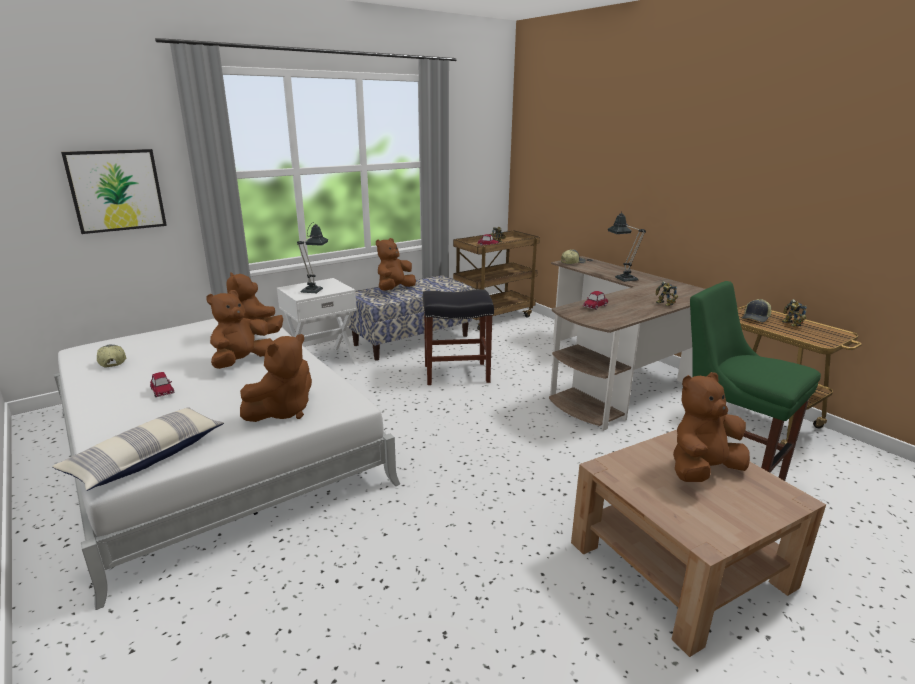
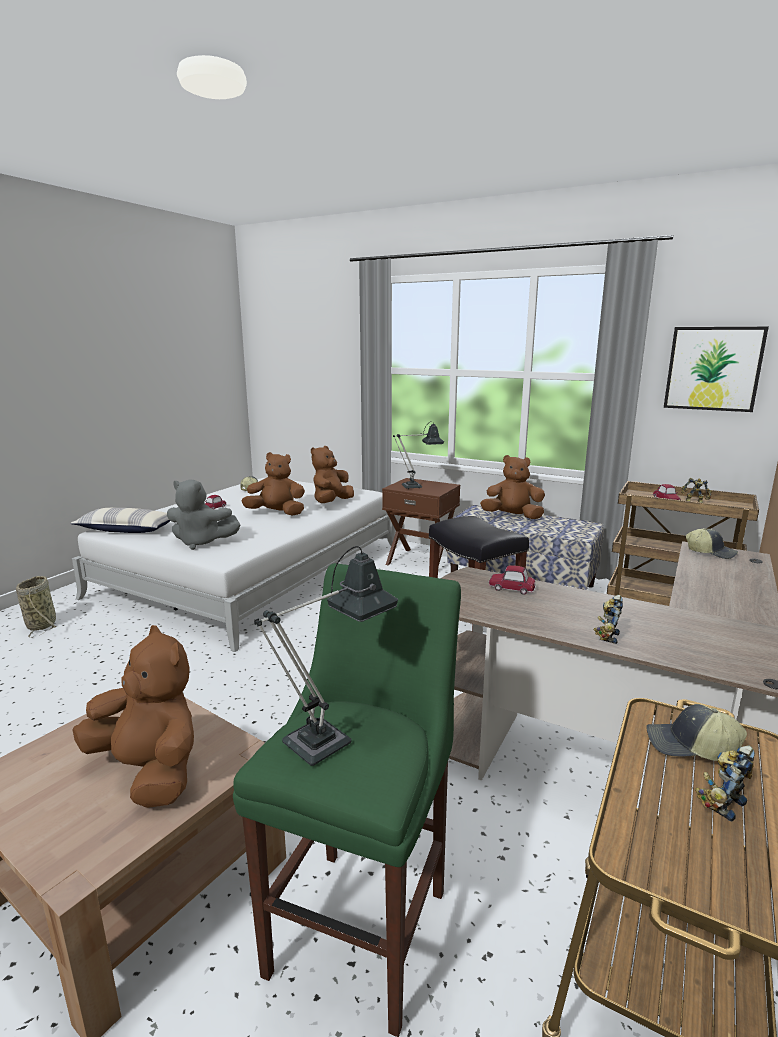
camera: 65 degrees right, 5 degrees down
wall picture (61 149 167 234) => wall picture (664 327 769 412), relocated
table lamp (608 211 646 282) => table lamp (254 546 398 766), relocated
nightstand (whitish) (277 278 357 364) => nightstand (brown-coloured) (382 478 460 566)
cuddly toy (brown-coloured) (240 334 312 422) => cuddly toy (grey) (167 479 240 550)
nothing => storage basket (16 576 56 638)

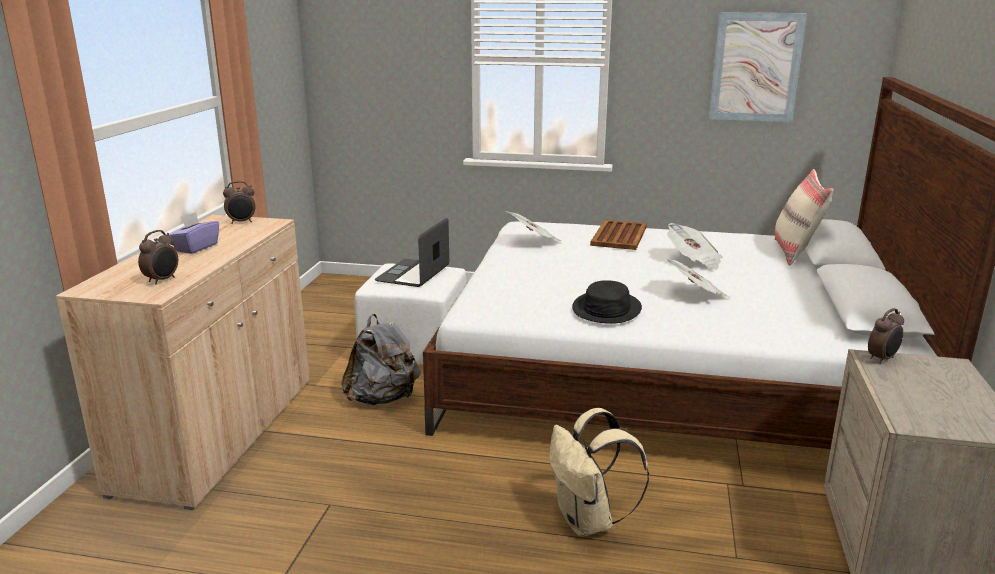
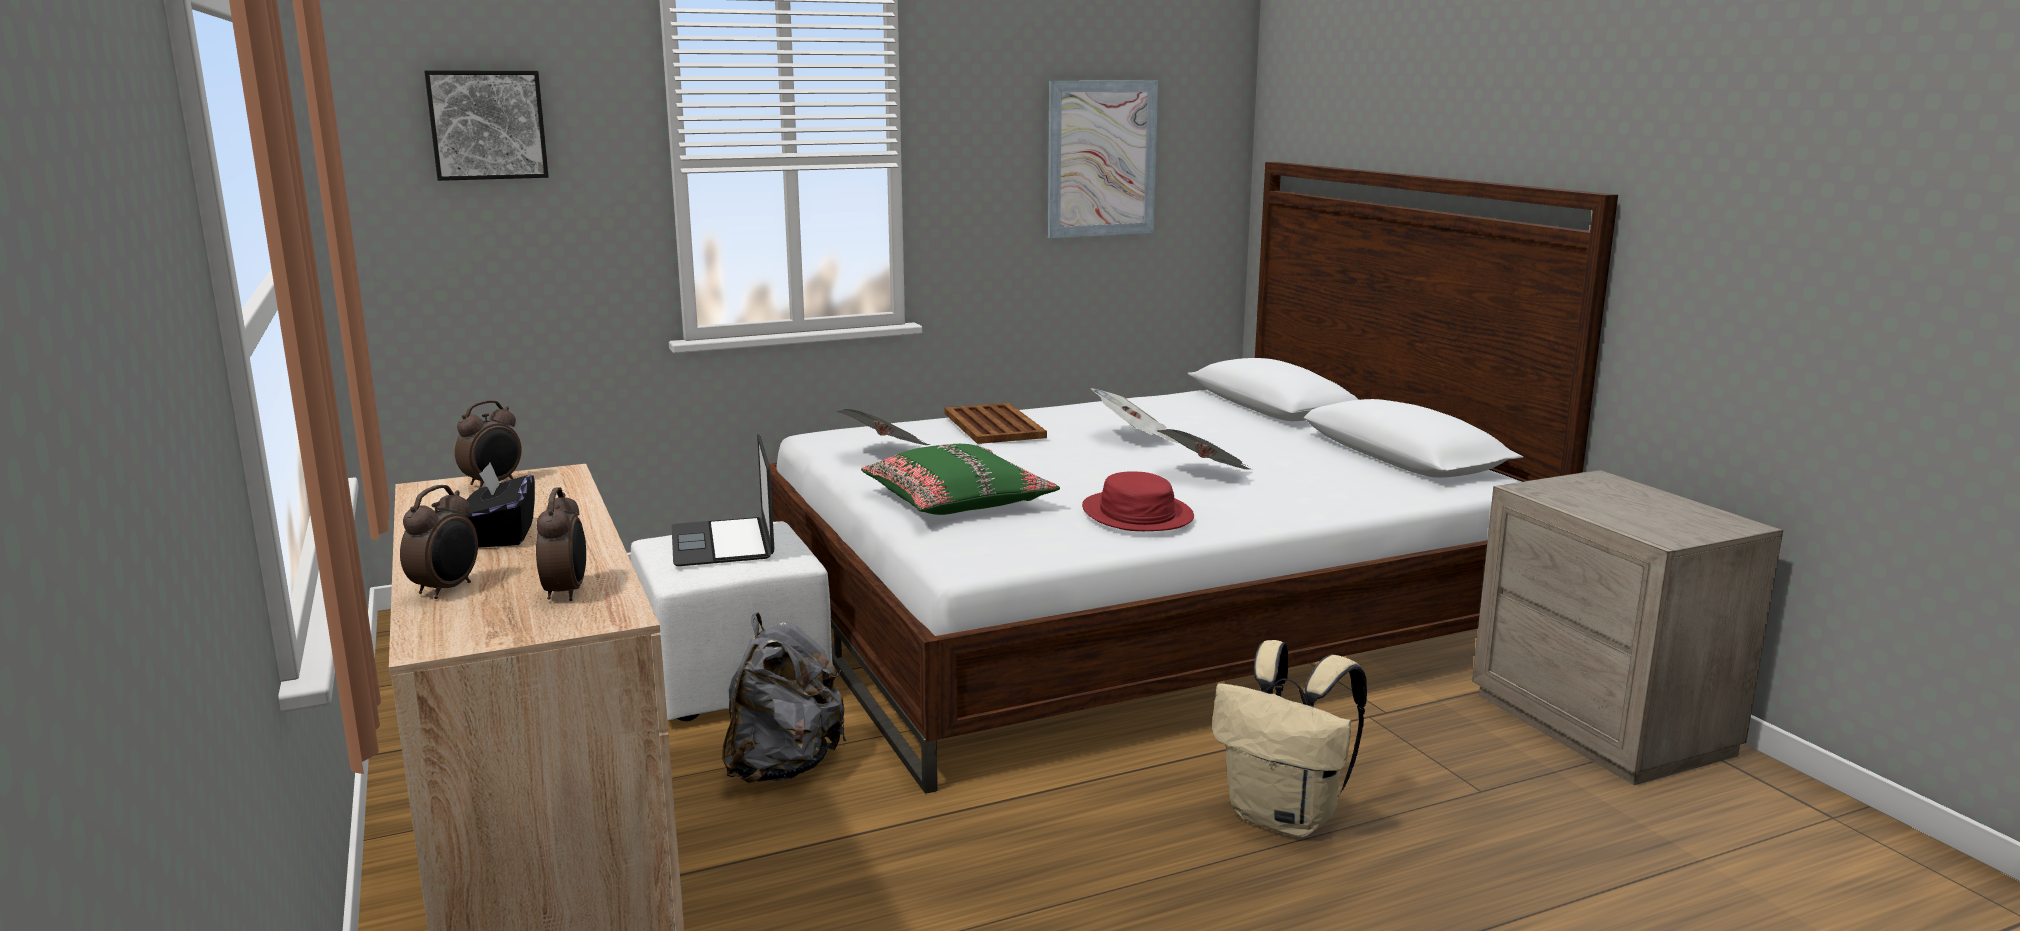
camera: 35 degrees left, 5 degrees down
pillow (beige) (775 169 834 266) => nothing
tissue holder (purple-coloured) (169 212 219 254) => tissue holder (black) (464 462 535 548)
wearable hat (black) (572 280 642 324) => wearable hat (red) (1082 472 1194 531)
alarm clock (868 308 904 364) => alarm clock (400 485 478 599), relocated
nothing => wall picture (424 71 549 181)
nothing => pillow (greenish) (861 444 1060 515)

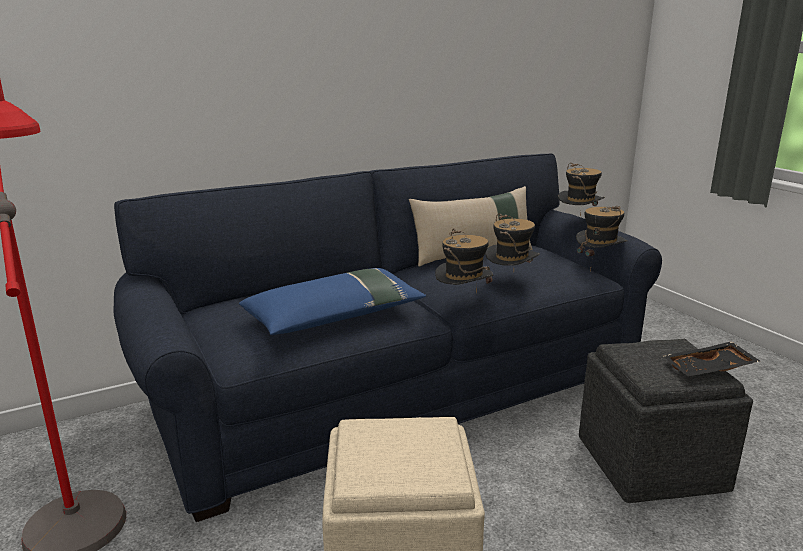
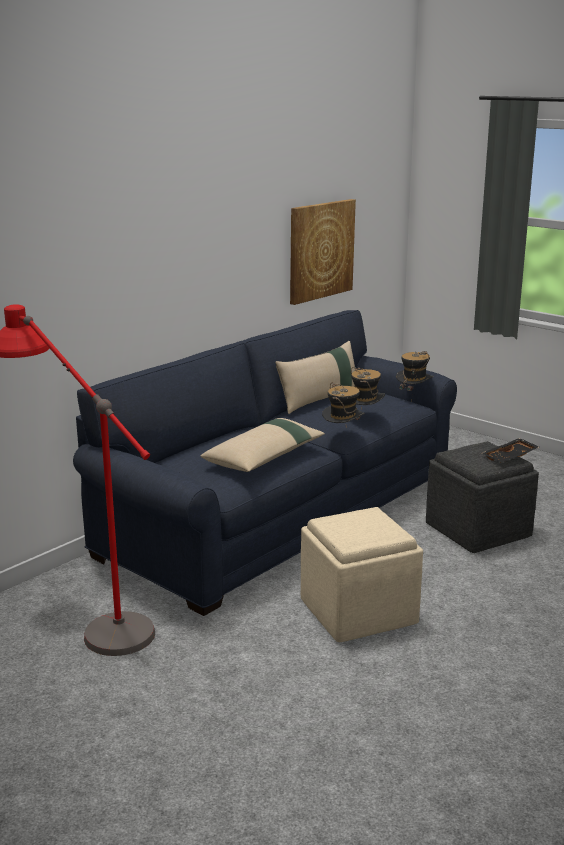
camera: 20 degrees left, 0 degrees up
wearable hat (558 163 605 216) => nothing
pillow (blue-coloured) (239 268 426 335) => pillow (beige) (201 418 325 472)
nothing => wall picture (290 199 356 305)

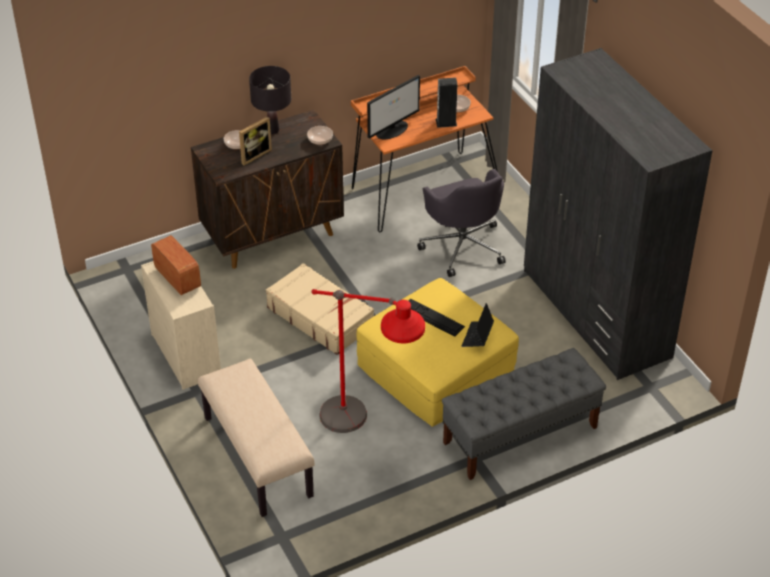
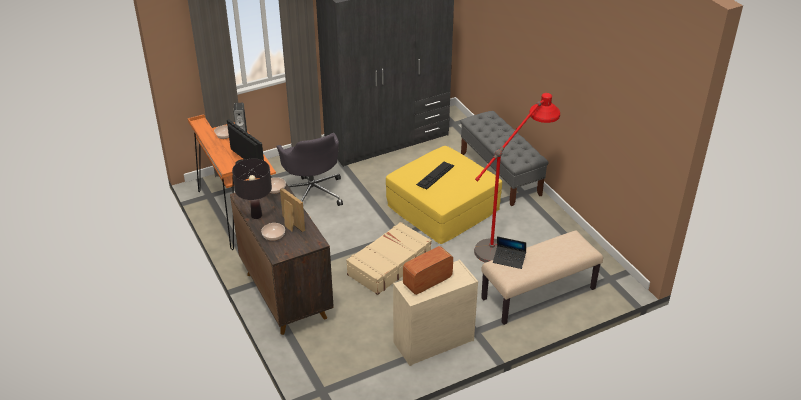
camera: 90 degrees left, 5 degrees down
office chair (grey) (417 169 506 277) => office chair (grey) (276 133 343 206), 90 degrees clockwise
notebook computer (461 303 494 347) => notebook computer (493 236 526 269), relocated

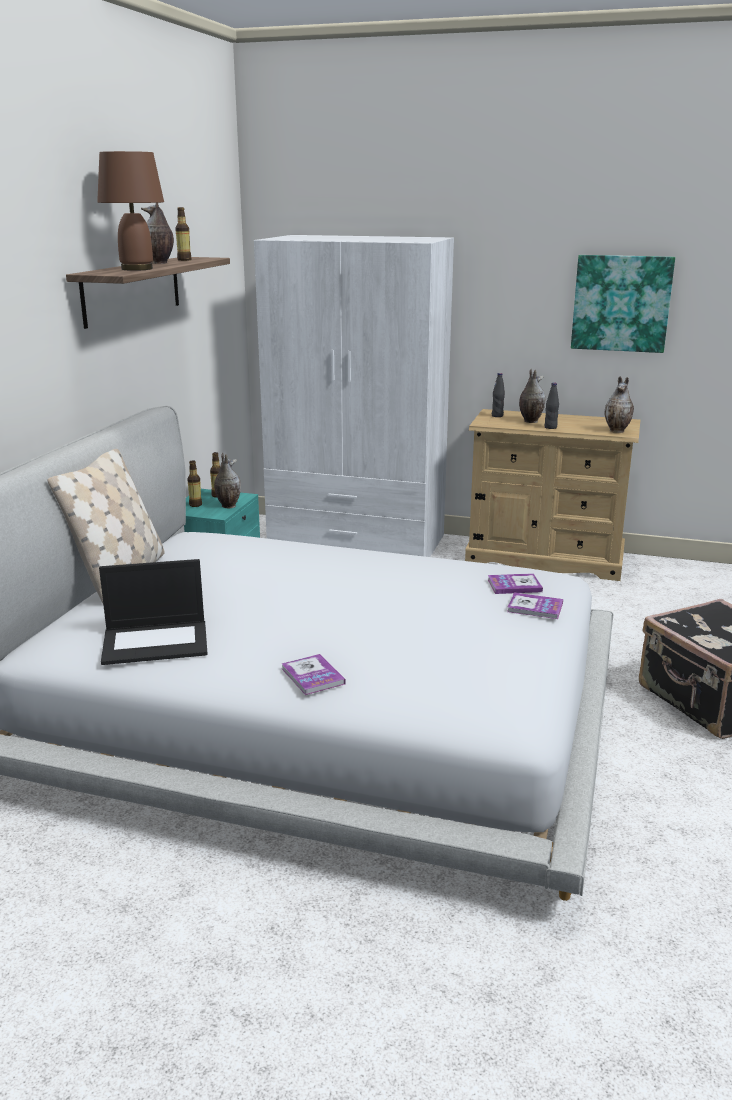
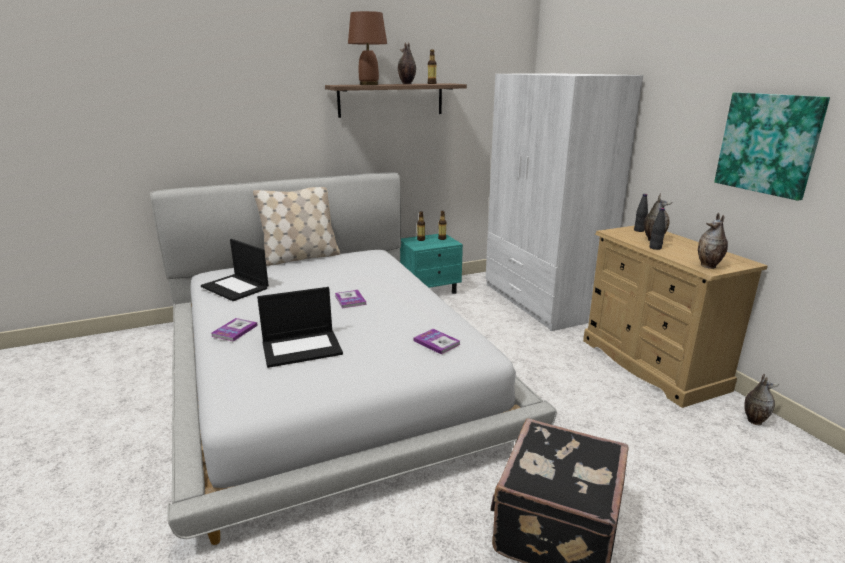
camera: 50 degrees right, 0 degrees up
decorative vase (214 453 241 508) => decorative vase (744 374 779 425), relocated
volume (507 593 563 619) => volume (335 290 366 308), relocated
nothing => notebook computer (257 287 343 368)

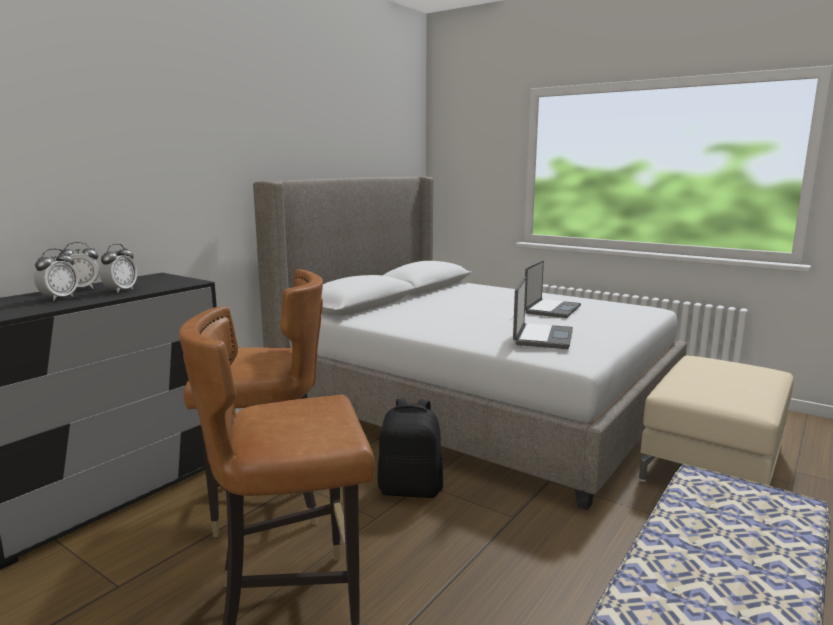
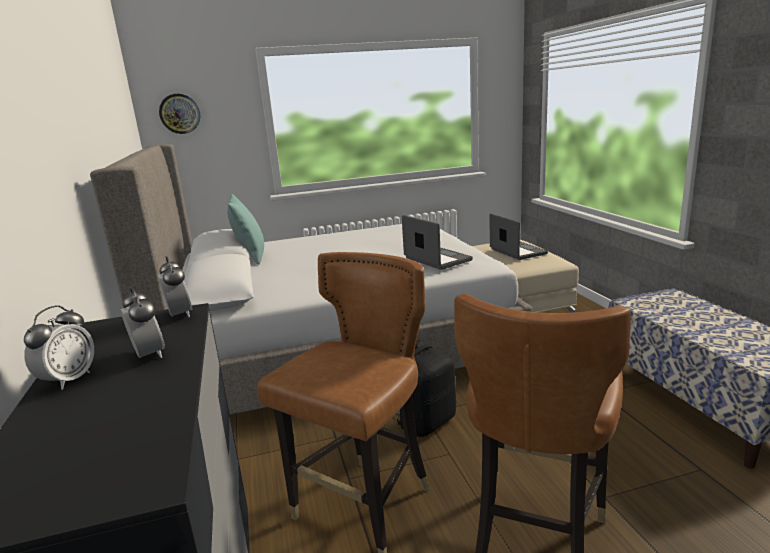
camera: 50 degrees left, 5 degrees up
alarm clock (34 248 78 301) => alarm clock (157 256 192 317), relocated
notebook computer (525 260 581 318) => notebook computer (490 214 548 260), relocated
nothing => clock on the wall (159 94 200 134)
nothing => pillow (blue-green) (227 194 264 265)

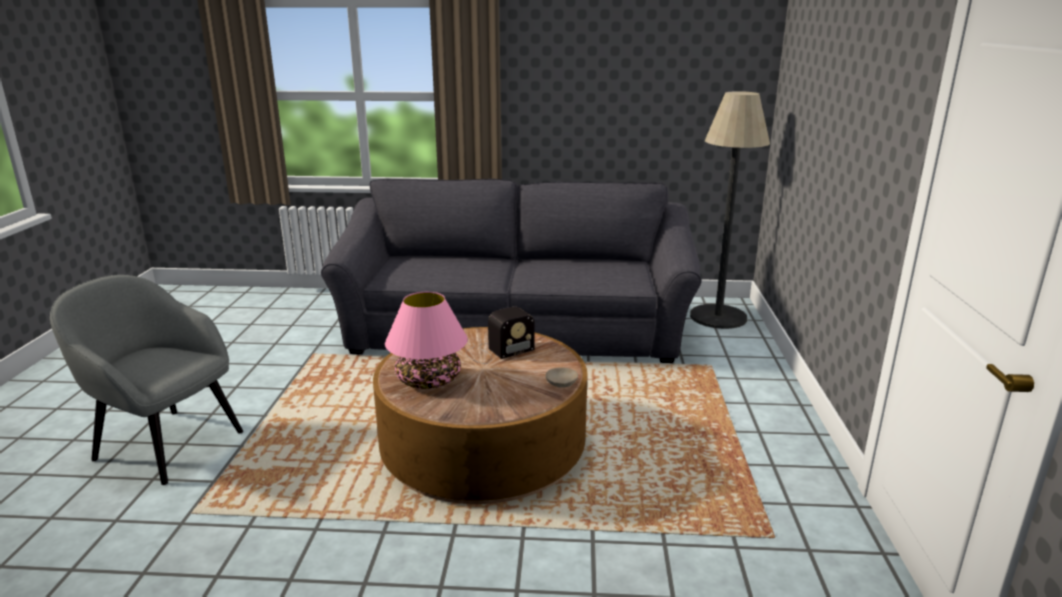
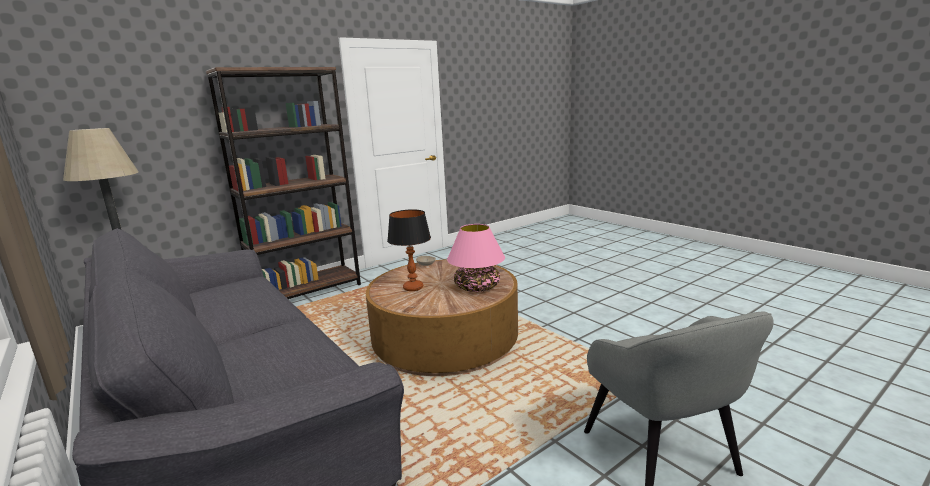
camera: 130 degrees left, 5 degrees down
radio (466 306 535 364) => table lamp (387 209 431 291)
nothing => shelving unit (brown-coloured) (206 67 361 299)

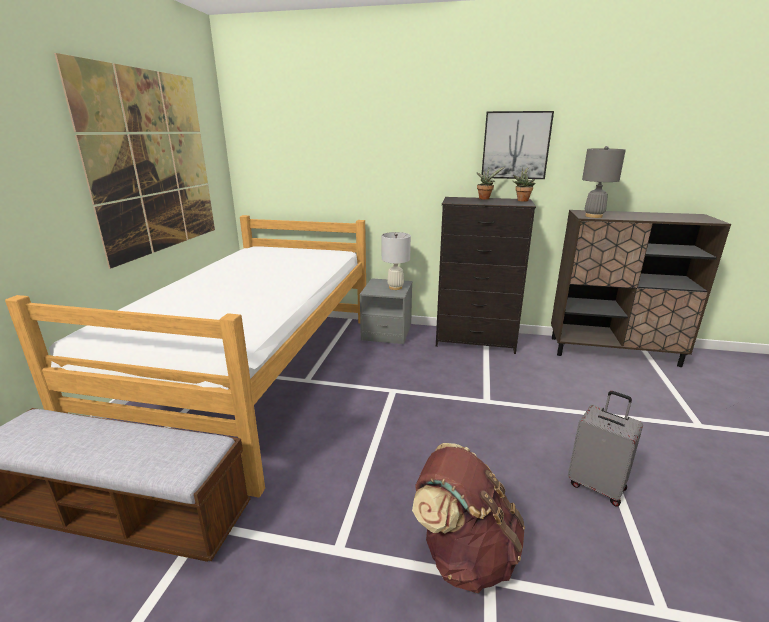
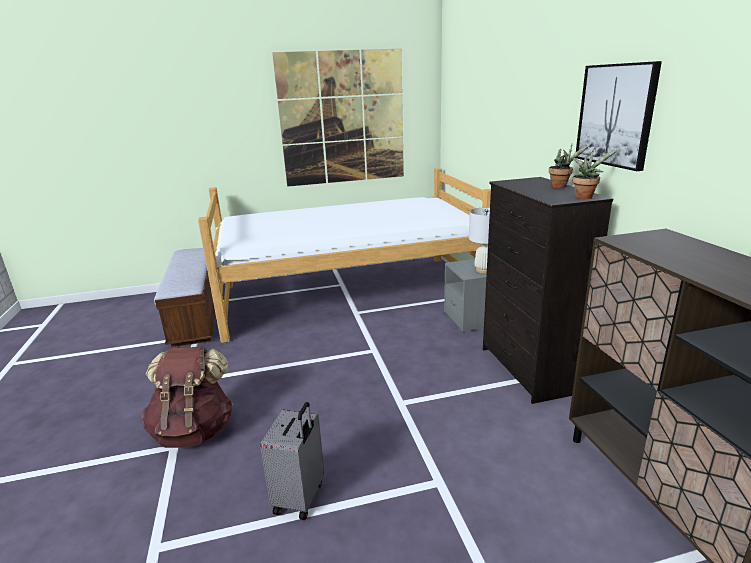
camera: 65 degrees right, 0 degrees up
table lamp (grey) (582 146 626 218) => nothing

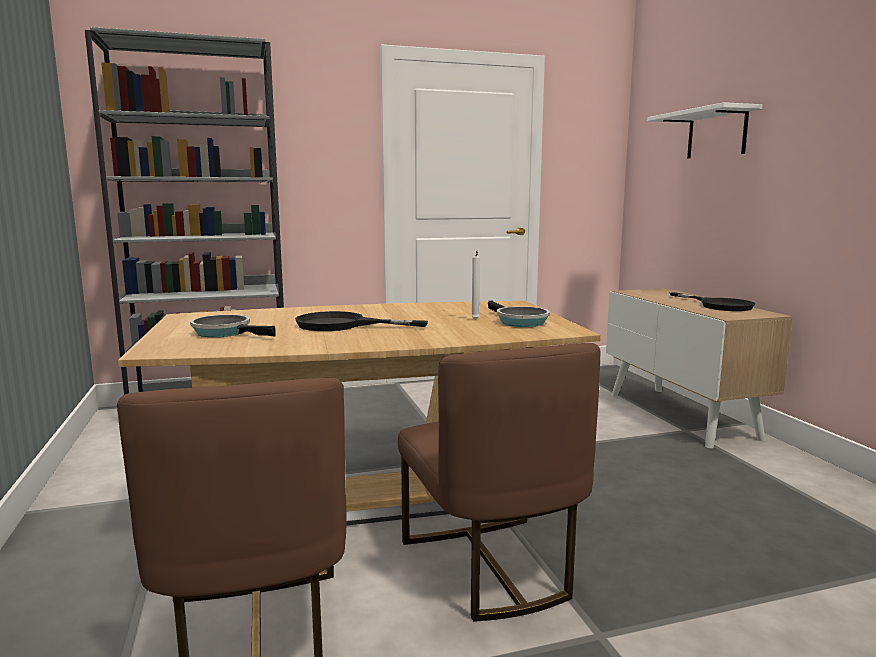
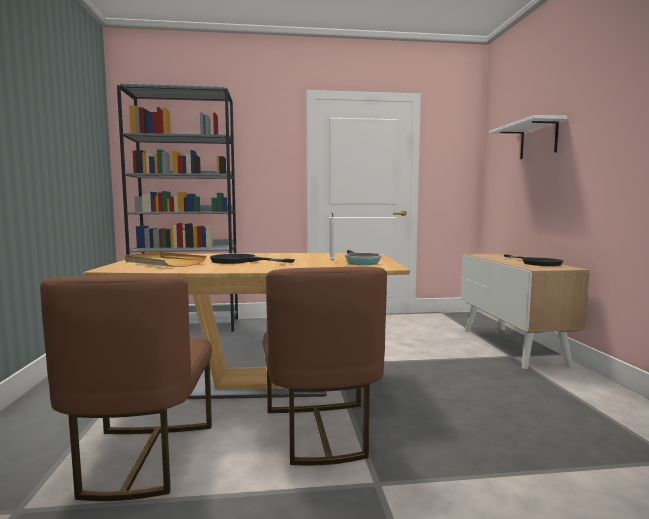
camera: 10 degrees right, 5 degrees down
pan (190 314 276 337) => carrying tray (beige) (125 252 207 267)

